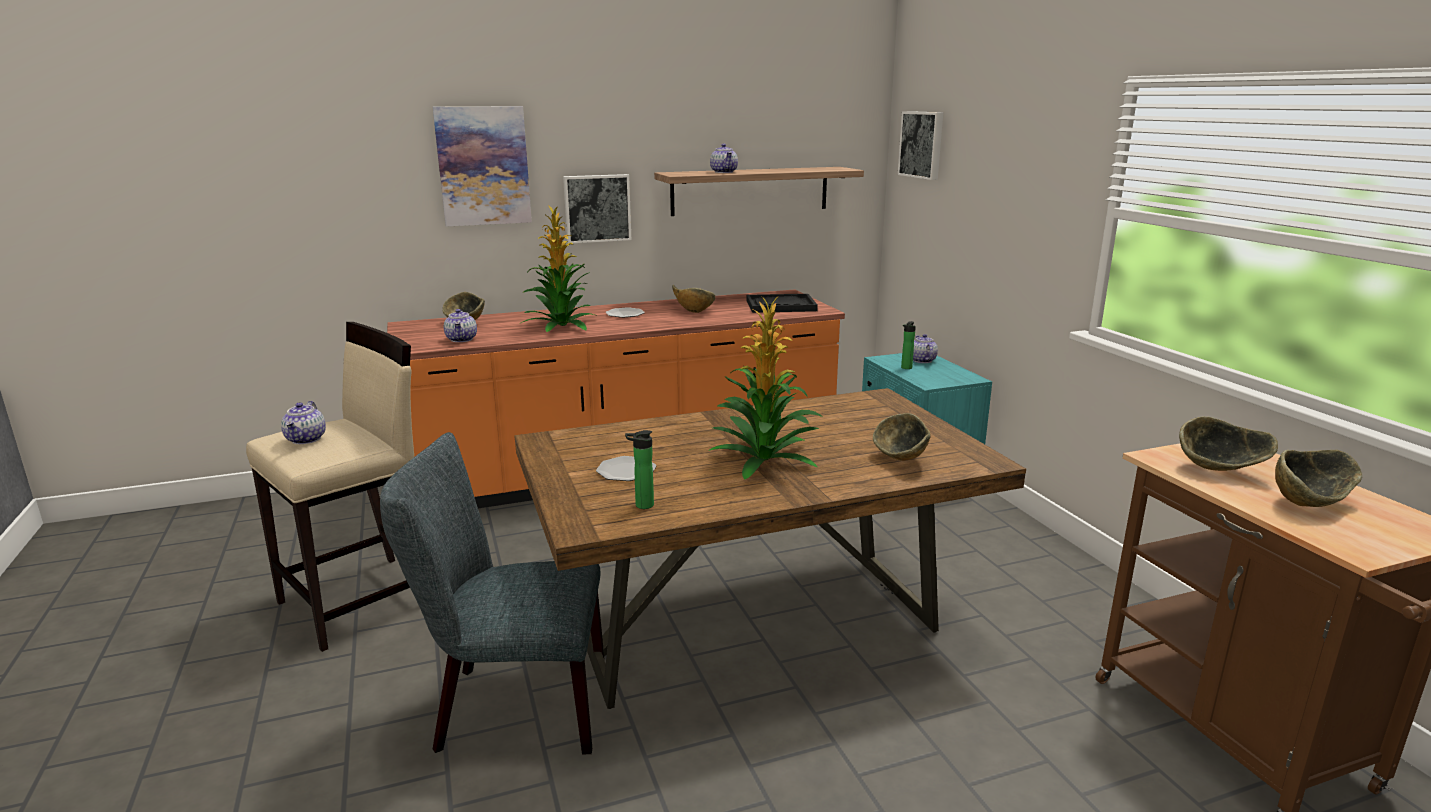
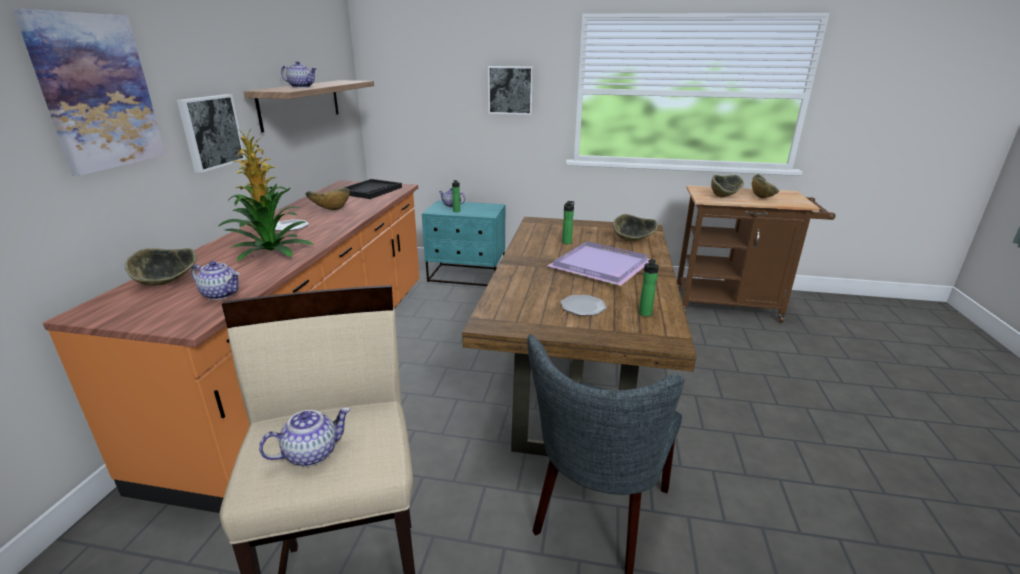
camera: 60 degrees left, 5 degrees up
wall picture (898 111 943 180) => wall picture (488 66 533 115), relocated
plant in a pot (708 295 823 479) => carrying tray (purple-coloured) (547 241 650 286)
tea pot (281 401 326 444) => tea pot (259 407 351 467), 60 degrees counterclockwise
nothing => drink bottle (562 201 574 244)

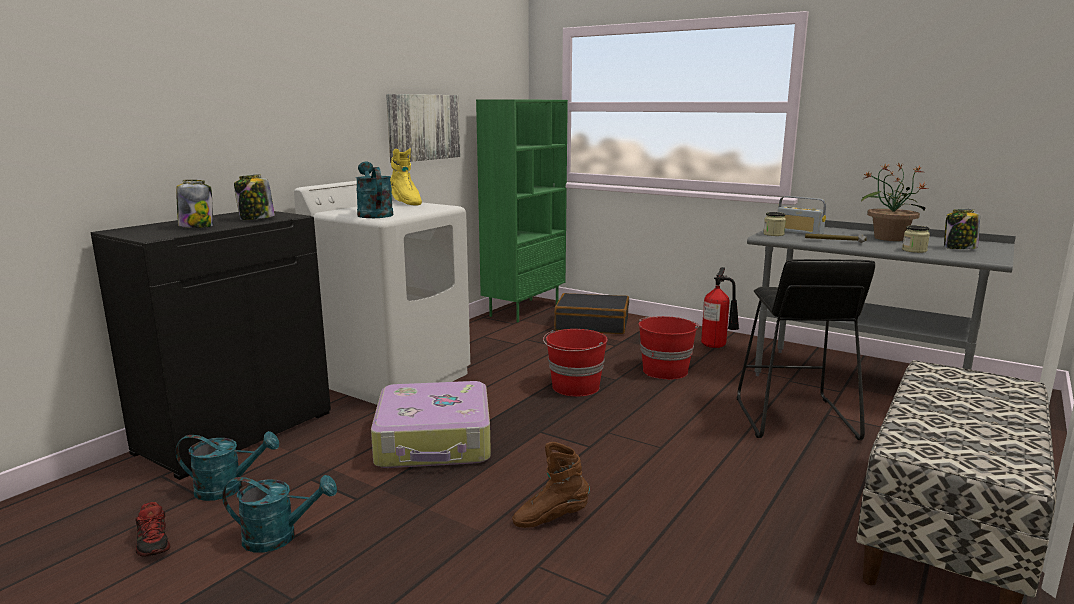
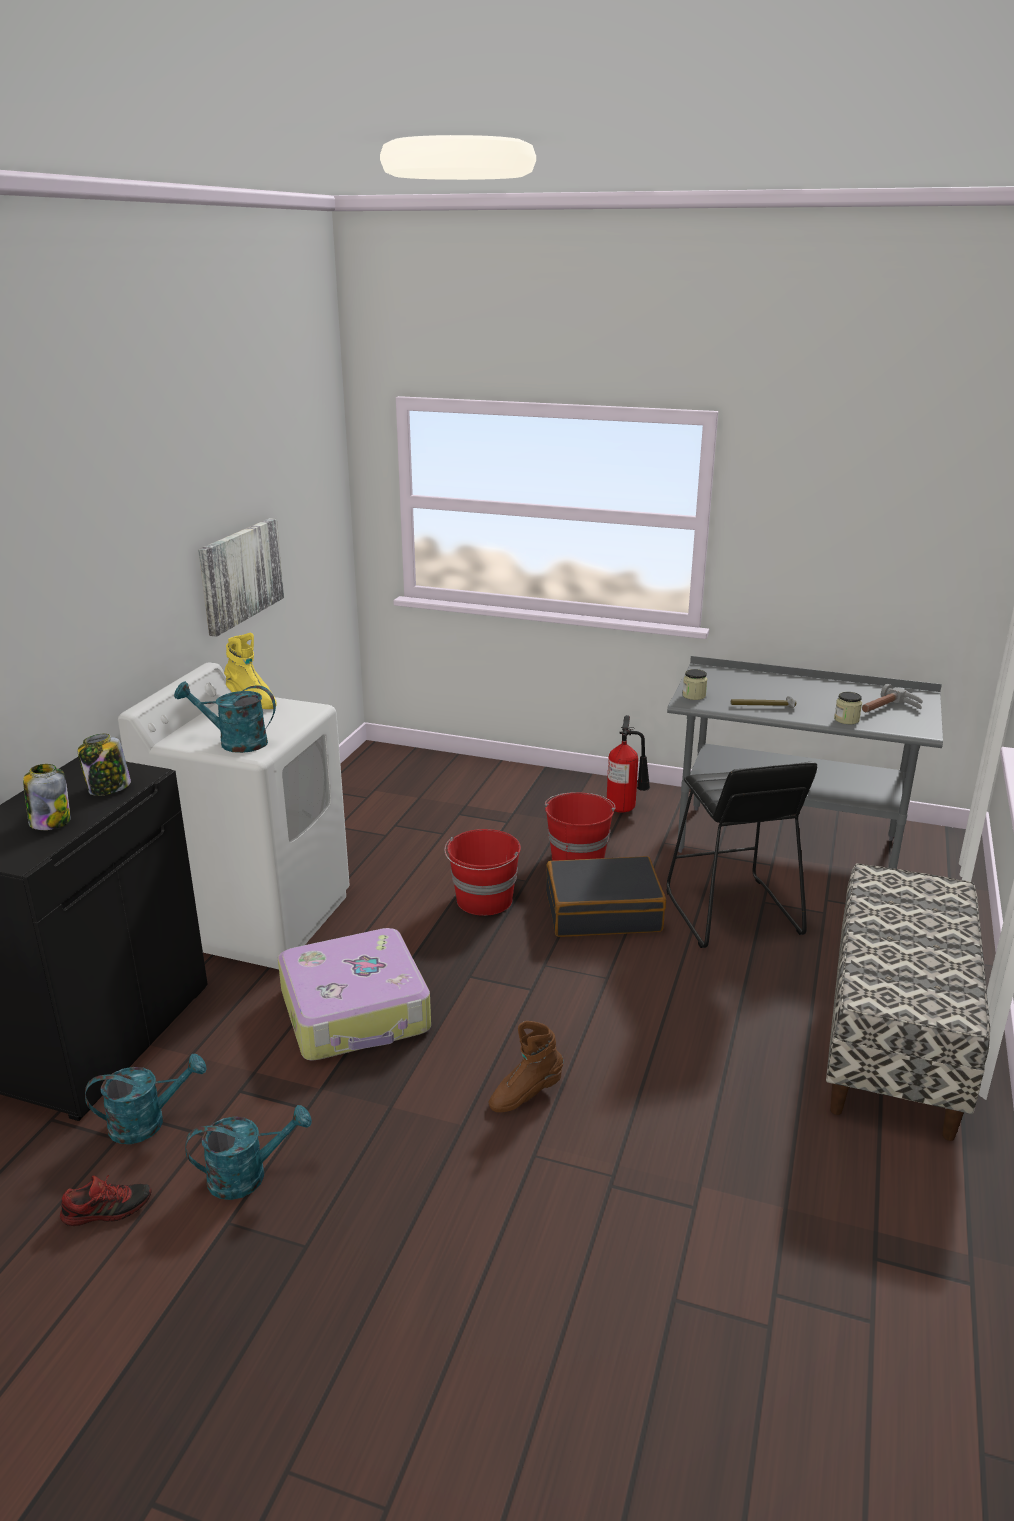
camera: 15 degrees left, 10 degrees up
shelving unit (greenish) (476 99 568 322) => nothing
sprinkling can (blue-green) (356 161 393 218) => sprinkling can (blue-green) (174 681 276 753), 45 degrees counterclockwise
plant in a pot (861 163 930 241) => nothing
radio (778 196 826 235) => nothing
preserve jar (944 209 980 249) => hammer (862 684 923 712)
travel case (black) (554 293 629 334) => travel case (black) (546 856 666 937), relocated
item of footwear (135 502 170 557) => item of footwear (60 1175 152 1226), 60 degrees counterclockwise

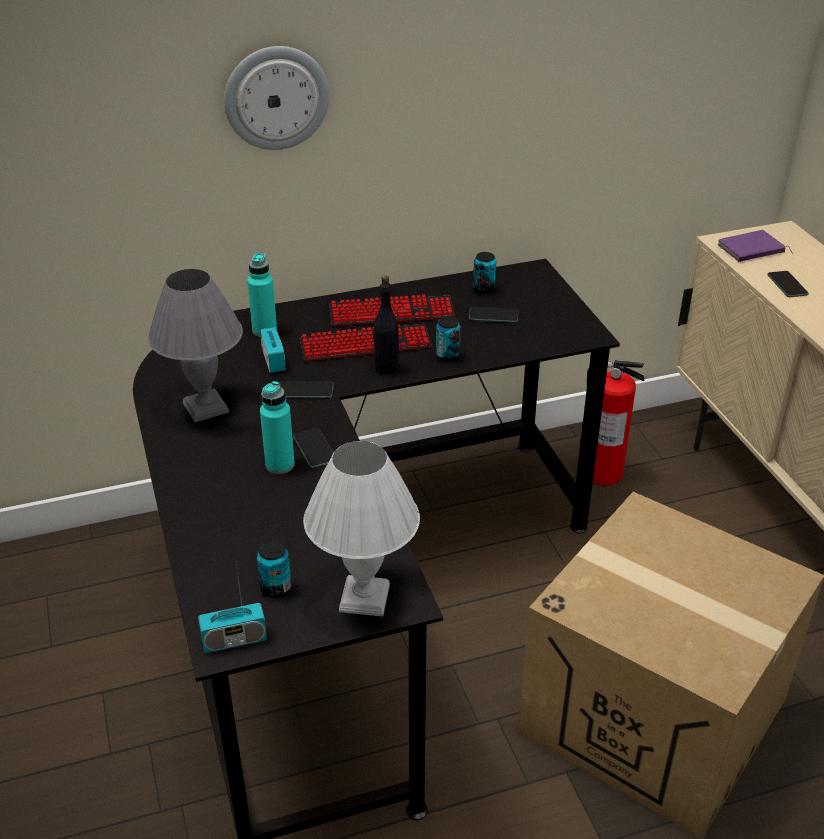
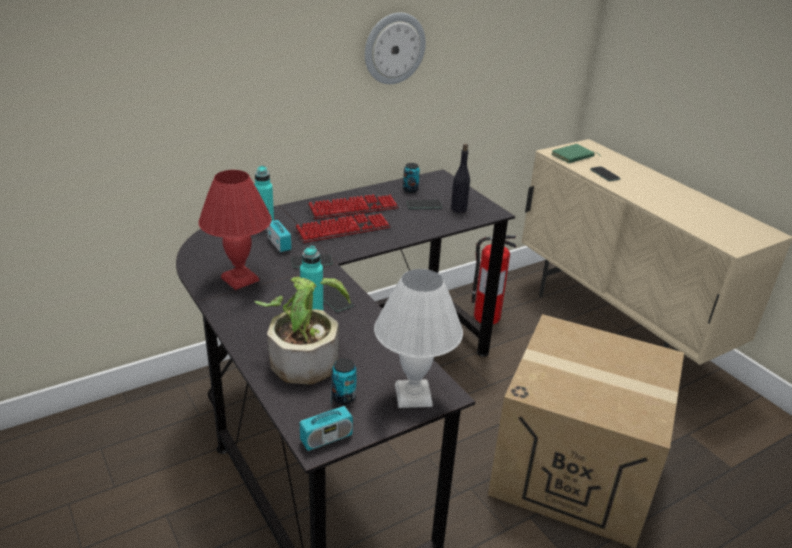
camera: 15 degrees left, 5 degrees down
clock on the wall (224 46 329 150) => clock on the wall (365 13 426 84), relocated
volume (purple-coloured) (718 230 793 262) => volume (greenish) (551 144 596 163)
table lamp (grey) (148 269 243 423) => table lamp (red) (198 170 272 290)
drink bottle (black) (373 275 399 375) => drink bottle (black) (451 144 470 213), relocated
metal can (436 316 461 362) => nothing
nothing => plant in a pot (255 277 351 384)

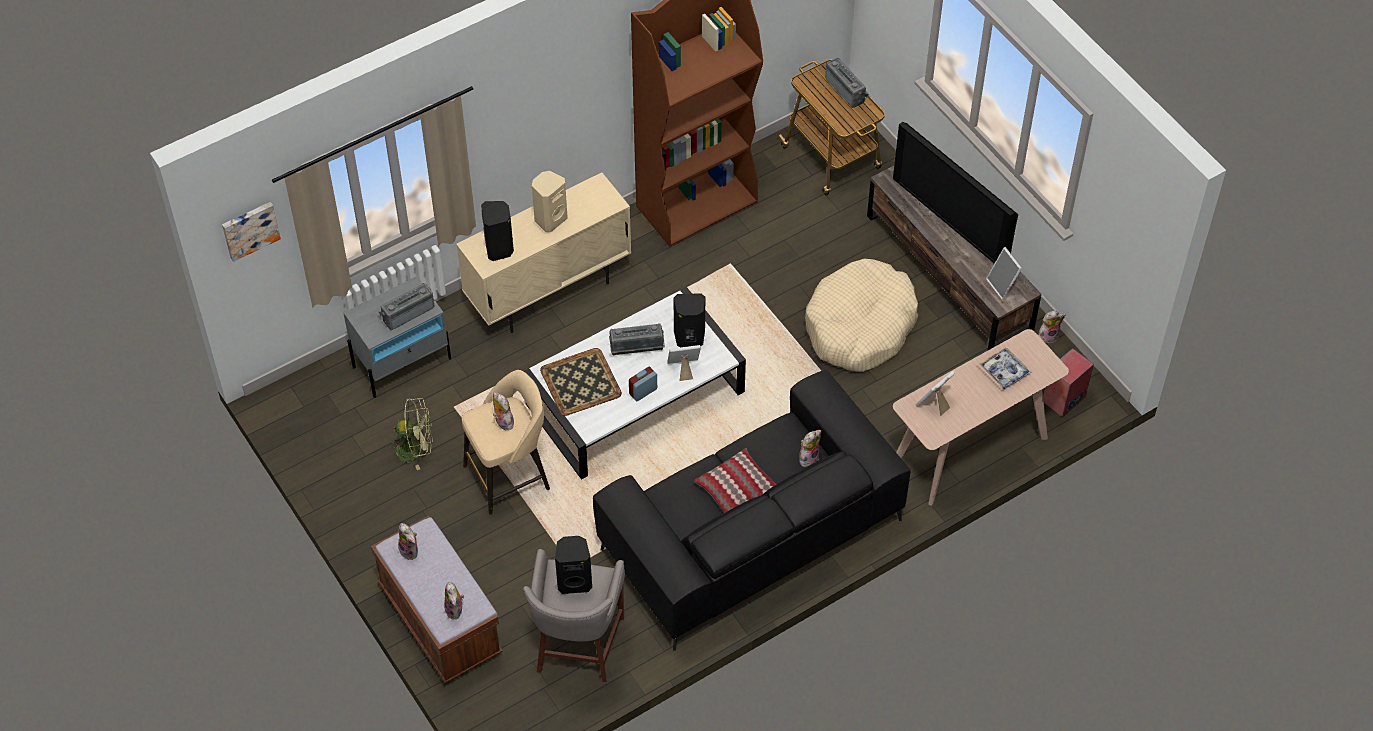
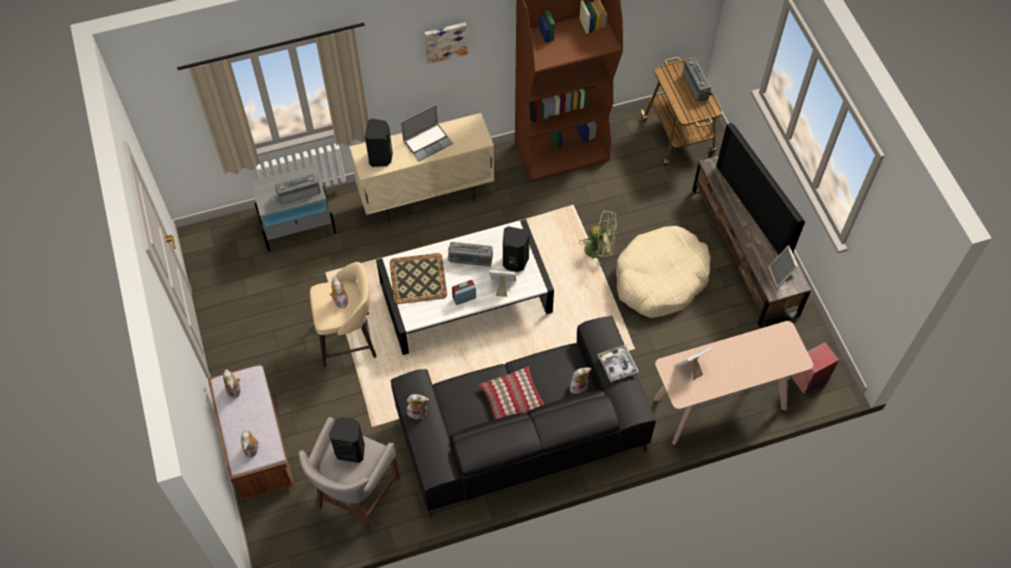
camera: 15 degrees right, 5 degrees up
loudspeaker (beige) (532 171 568 232) => notebook computer (401 104 453 162)
wall picture (222 202 281 262) => wall picture (424 22 468 64), relocated
cuddly toy (1038 311 1066 343) => cuddly toy (407 394 429 419), relocated
carrying tray (979 348 1032 390) => carrying tray (597 345 639 382), relocated
electric fan (greenish) (388 398 433 470) => electric fan (greenish) (579 210 617 266), relocated

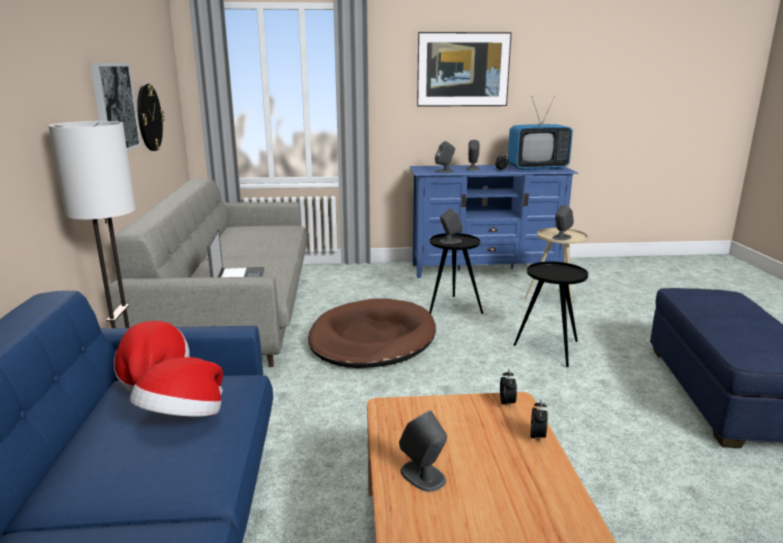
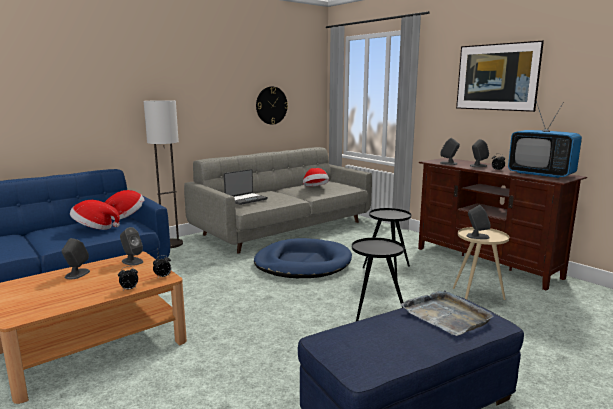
camera: 55 degrees right, 5 degrees down
wall picture (90 63 141 151) => nothing
tv stand (blue-coloured) (409 165 578 278) => tv stand (brown-coloured) (418 158 587 291)
loudspeaker (grey) (440 208 463 244) => loudspeaker (grey) (120 227 143 266), relocated
pet bed (brown-coloured) (308 298 436 368) => pet bed (blue-coloured) (254 238 352 278)
nothing => wearable hat (303 168 329 186)
nothing => carrying tray (grey) (400 290 494 336)

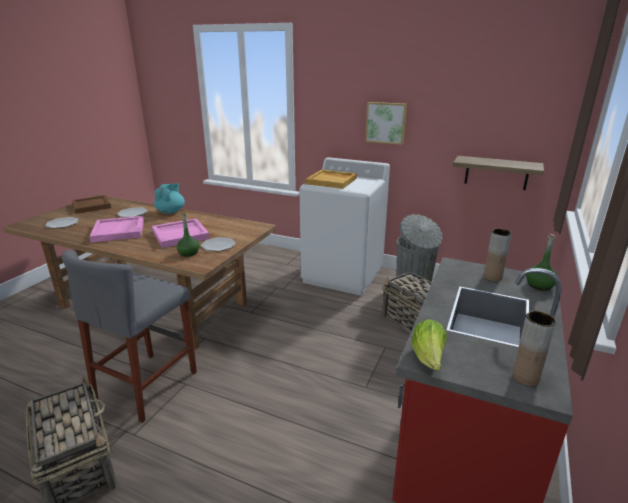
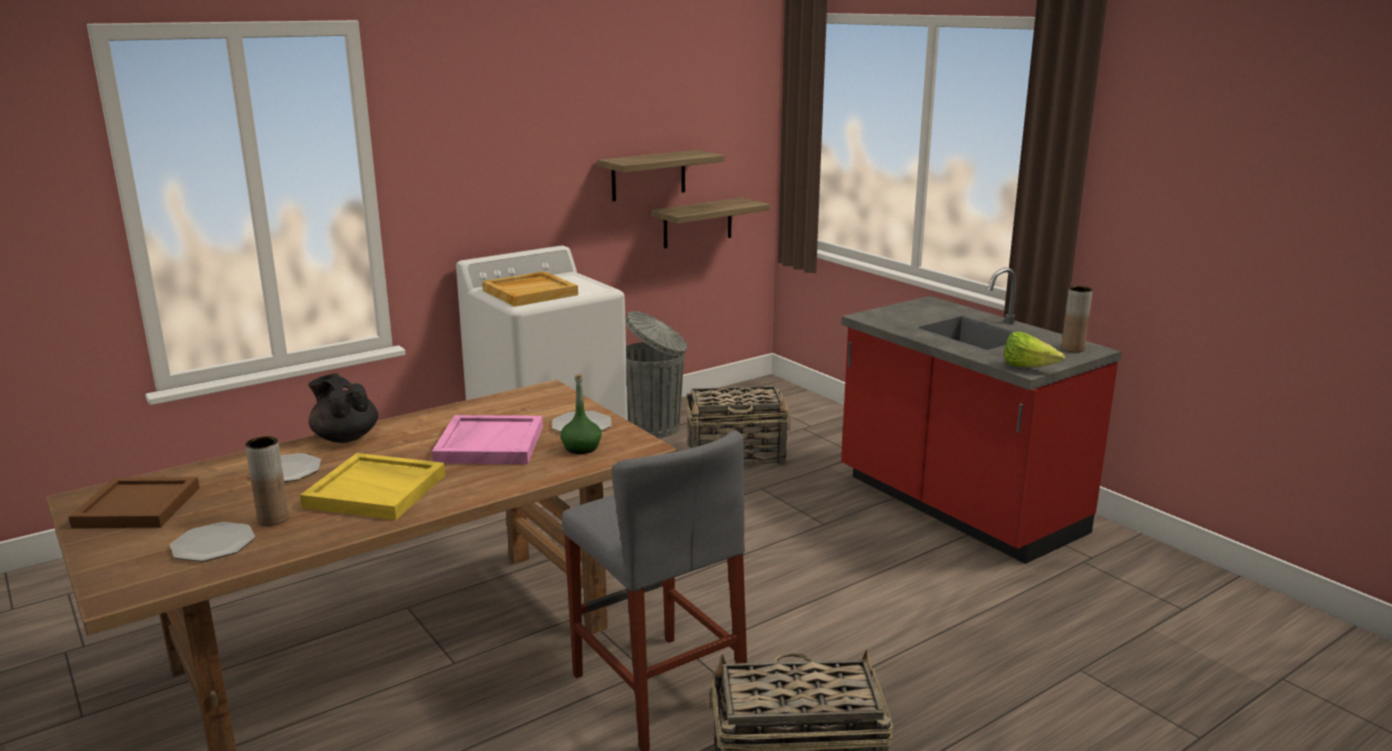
camera: 60 degrees left, 5 degrees down
wall picture (365 102 407 145) => nothing
tea pot (blue-green) (154 183 185 214) => tea pot (black) (308 374 378 443)
carrying tray (pinkish) (89 216 144 242) => carrying tray (yellowish) (300 453 446 520)
decorative vase (brown-coloured) (484 229 512 282) => decorative vase (brown-coloured) (245 436 289 526), relocated
drink bottle (greenish) (526 234 558 291) => nothing
nothing => shelf (597 150 724 201)

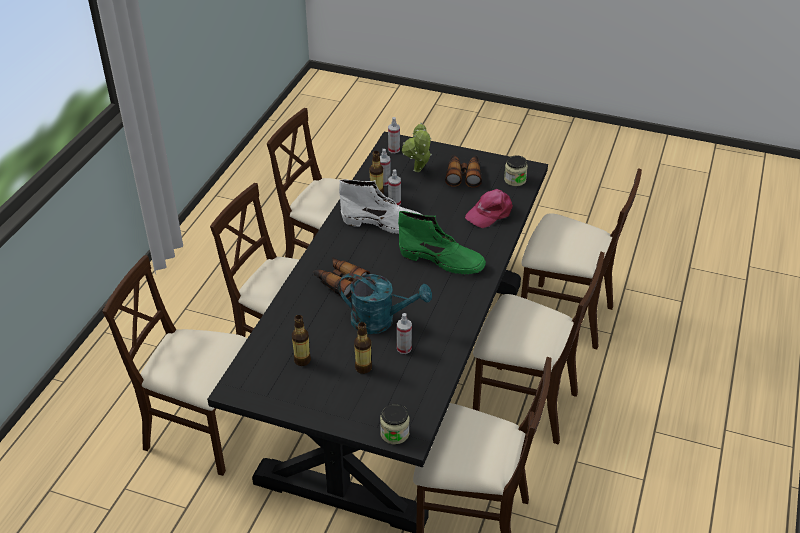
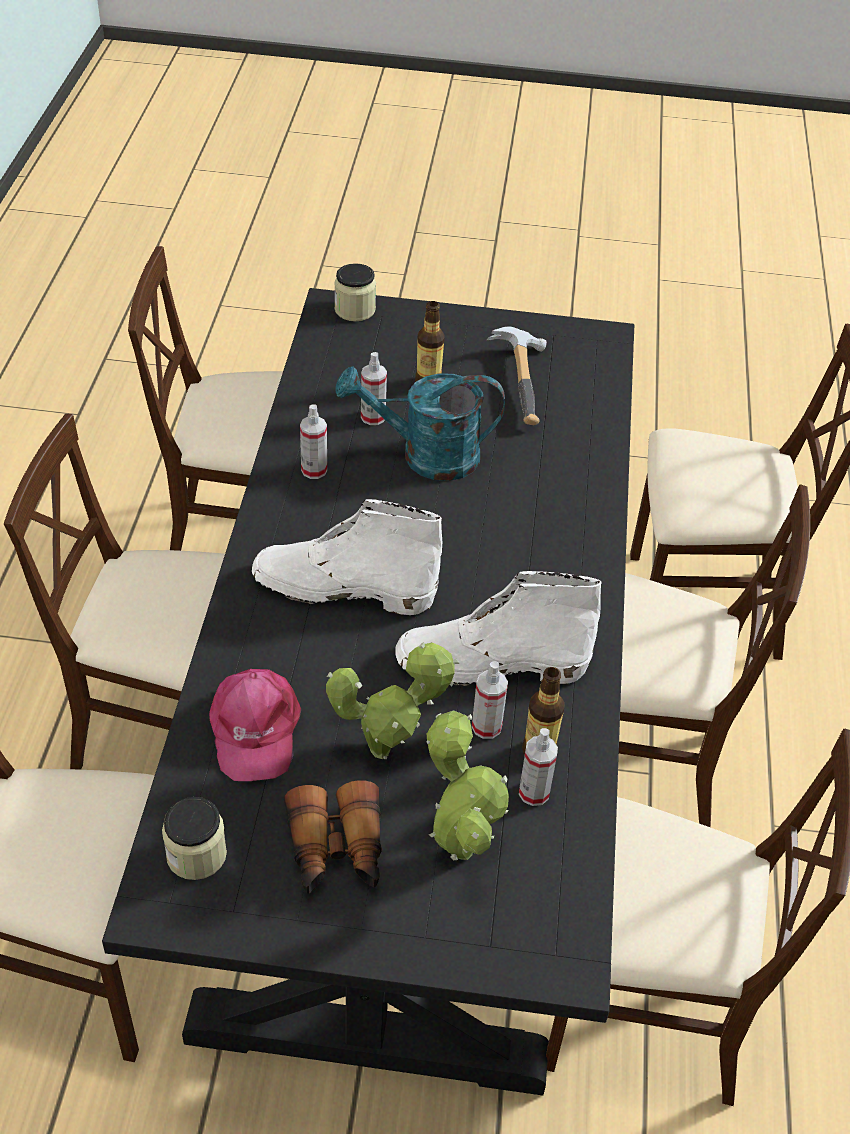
camera: 165 degrees right, 5 degrees up
sprayer (388 117 400 153) => sprayer (300 404 327 479), relocated
cap (pinkish) (465 189 513 228) => cap (pinkish) (209 669 301 781), 135 degrees clockwise
boot (greenish) (398 211 486 274) => boot (whitish) (252 499 442 615)
field glasses (314 257 370 299) => nothing
drink bottle (292 315 311 366) => hammer (487 327 547 425)
nothing => plant in a pot (326 642 459 759)

